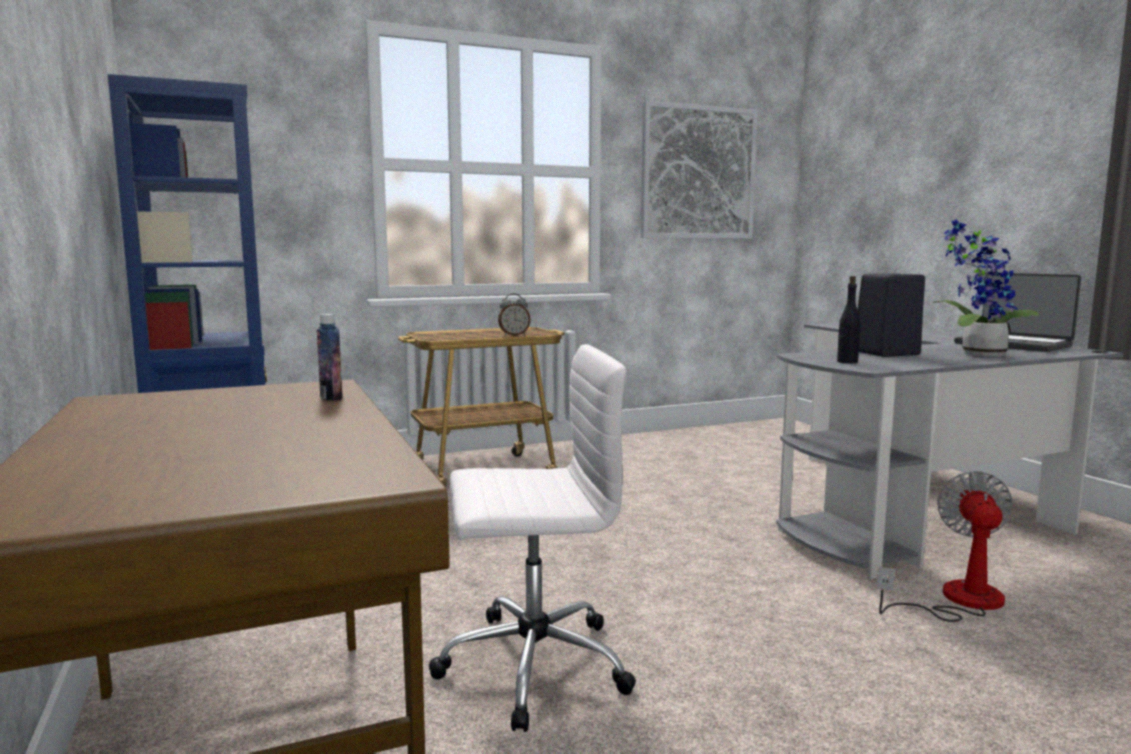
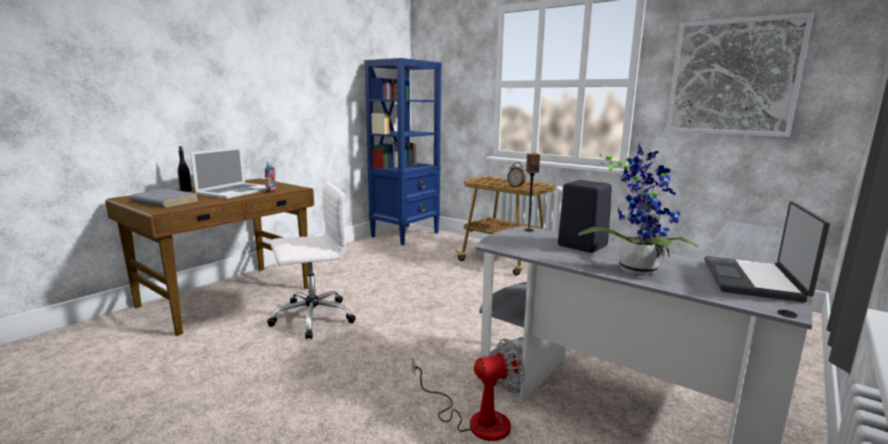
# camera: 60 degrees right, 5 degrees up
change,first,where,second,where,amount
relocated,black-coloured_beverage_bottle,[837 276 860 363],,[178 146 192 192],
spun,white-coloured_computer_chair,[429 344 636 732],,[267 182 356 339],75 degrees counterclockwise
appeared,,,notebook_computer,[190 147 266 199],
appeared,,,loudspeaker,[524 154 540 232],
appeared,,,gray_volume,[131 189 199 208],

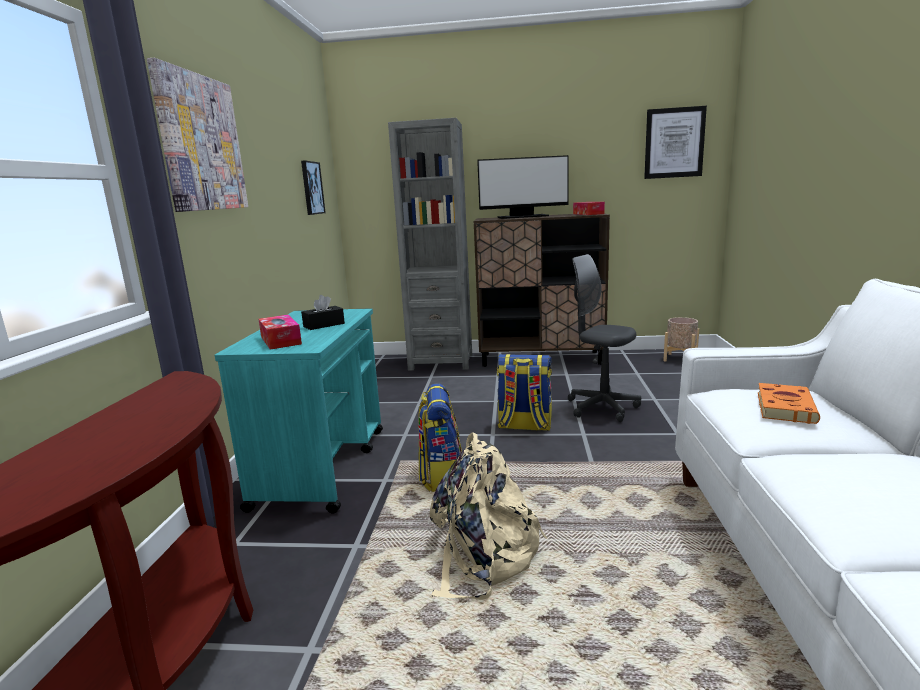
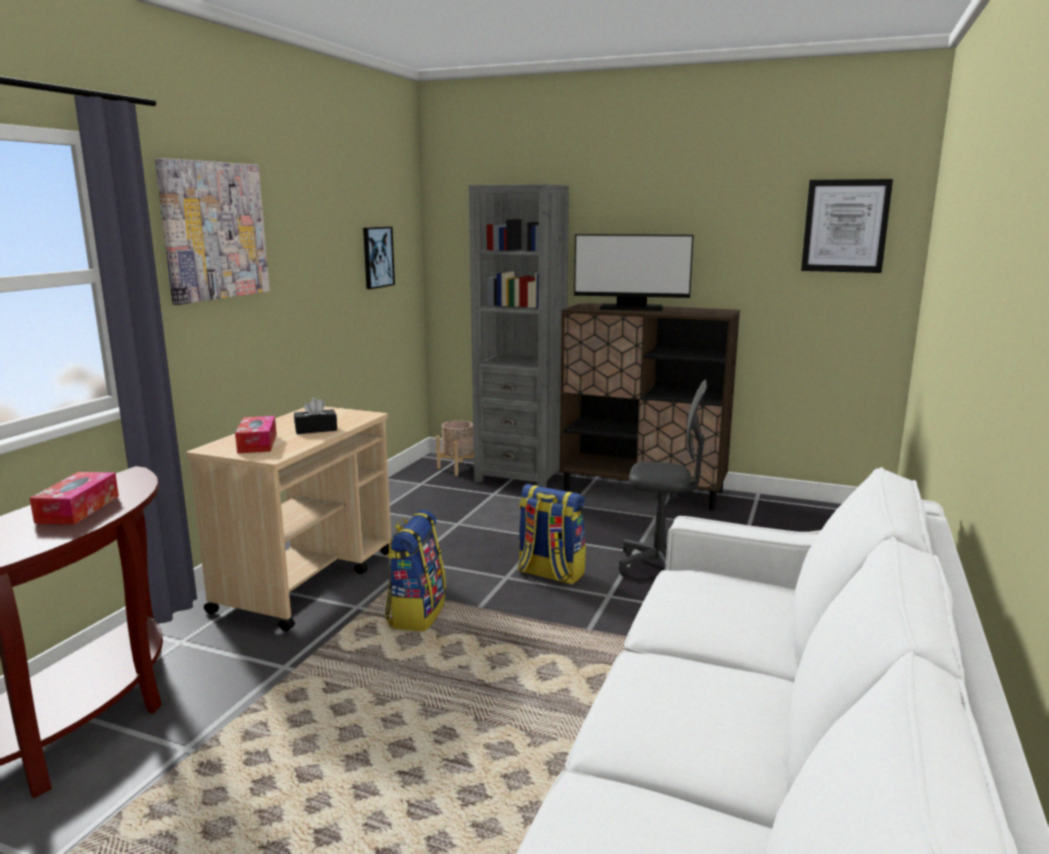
# camera: 15 degrees right, 0 degrees up
change,first,where,second,where,amount
relocated,box_of_tissues,[573 202 605 215],,[30 472 119 525],
spun,gray_computer_chair,[568 254 641 422],,[619 380 707 577],135 degrees clockwise
colour,blue-green_wheeled_cart,[215 308 383 514],beige-coloured_wheeled_cart,[187 406 391 631],
relocated,beige-coloured_flower_pot,[663 317 699 362],,[436 421 474 476],
missing,orange_volume,[758 383 820 424],,,
missing,beige-coloured_rucksack,[430 432 547 600],,,

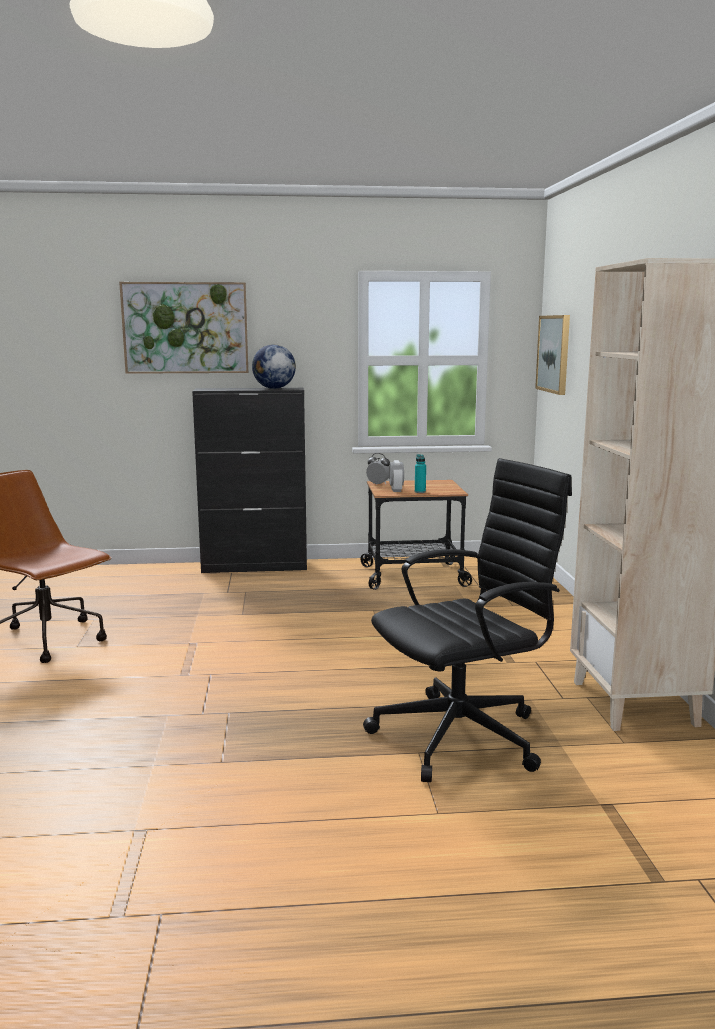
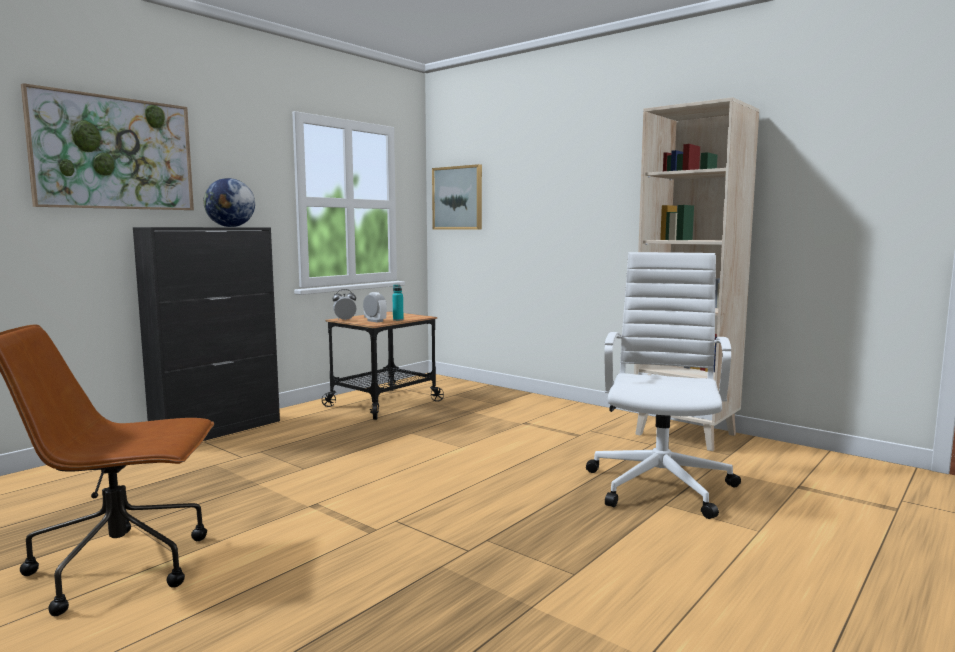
# camera: 45 degrees left, 5 degrees down
change,first,where,second,where,amount
colour,black-coloured_computer_chair,[363 458 572 782],white-coloured_computer_chair,[586 252 741 519],

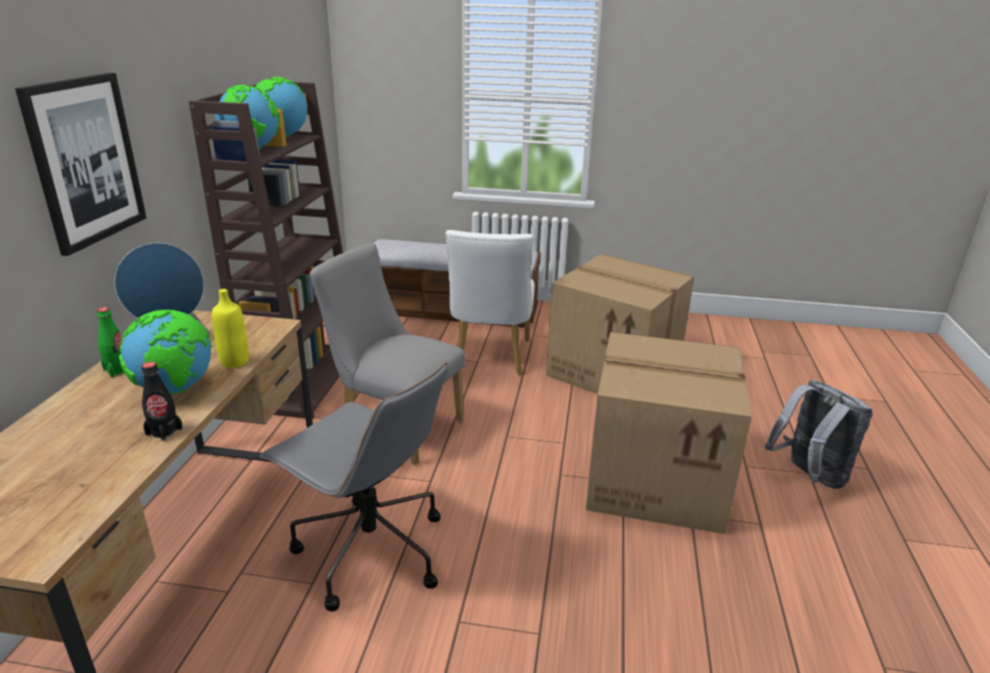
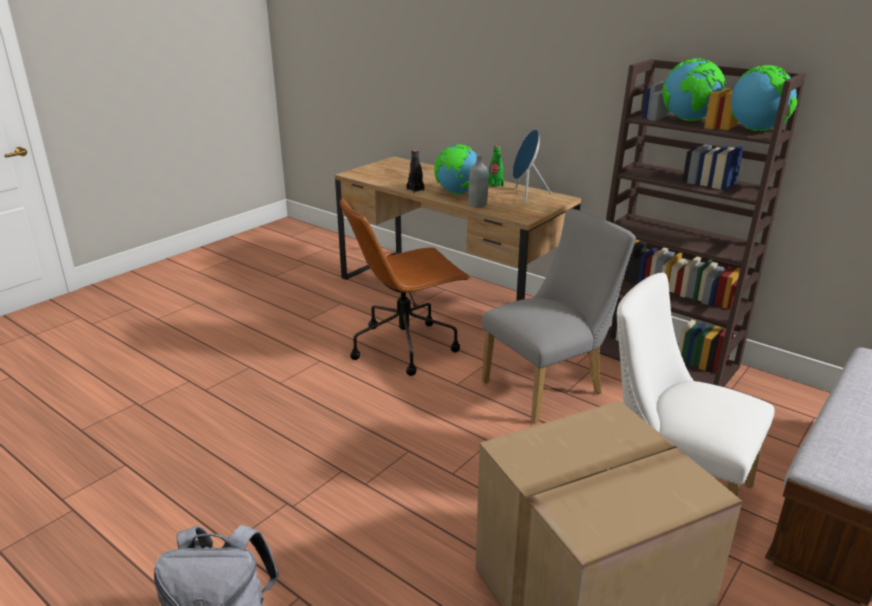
# camera: 120 degrees right, 0 degrees up
change,first,where,second,where,amount
missing,wall_art,[15 73 146 256],,,
colour,yellow_beverage_bottle,[212 289 249 368],gray_beverage_bottle,[469 155 488 208],
missing,carton,[586 332 752 534],,,
colour,gray_computer_chair,[260 362 448 612],brownish_computer_chair,[340 198 471 376],

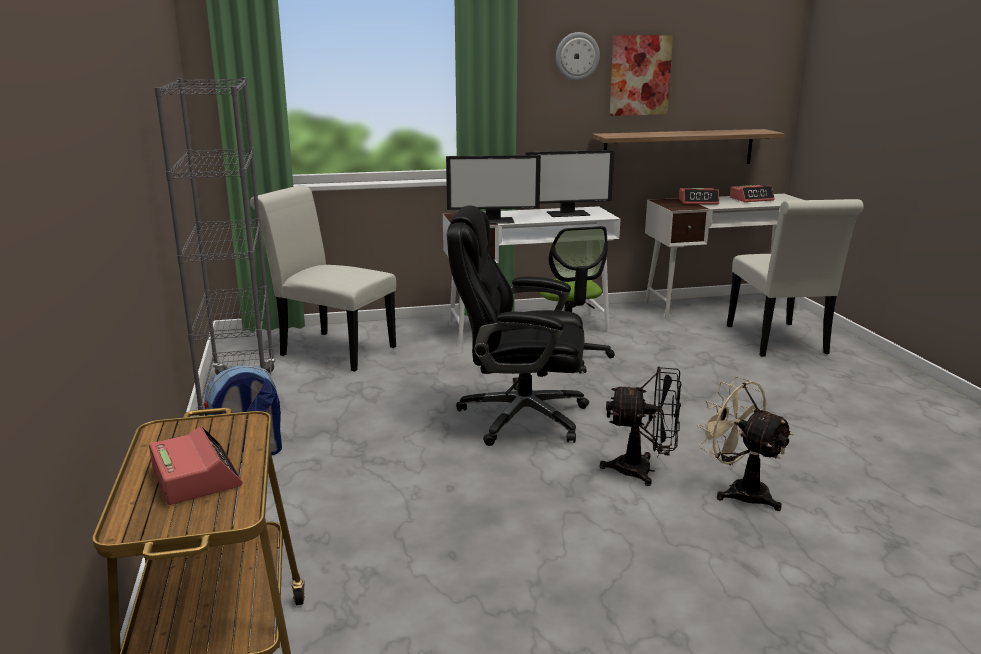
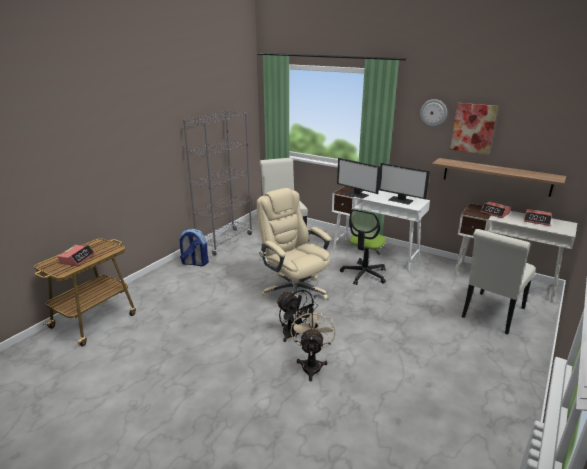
# camera: 45 degrees right, 5 degrees up
change,first,where,second,where,amount
colour,black-coloured_computer_chair,[447 205 589 446],beige-coloured_computer_chair,[257 188 331 300],

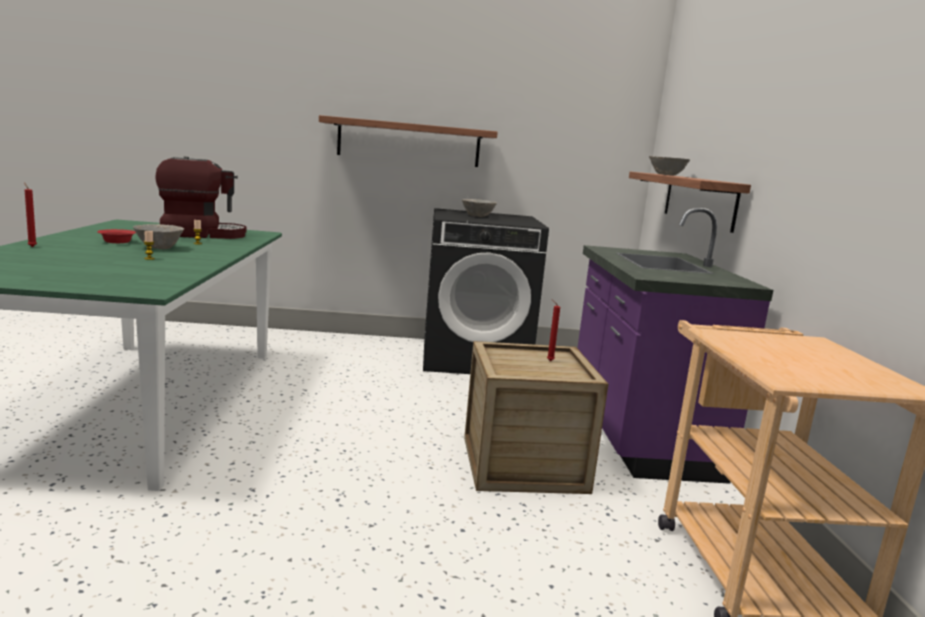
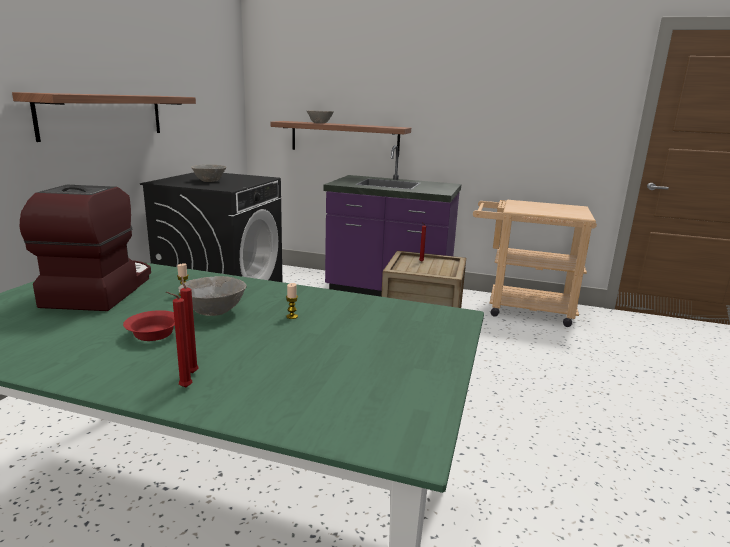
# camera: 70 degrees left, 5 degrees up
change,first,where,second,where,amount
appeared,,,reddish_candle,[180 276 199 373],

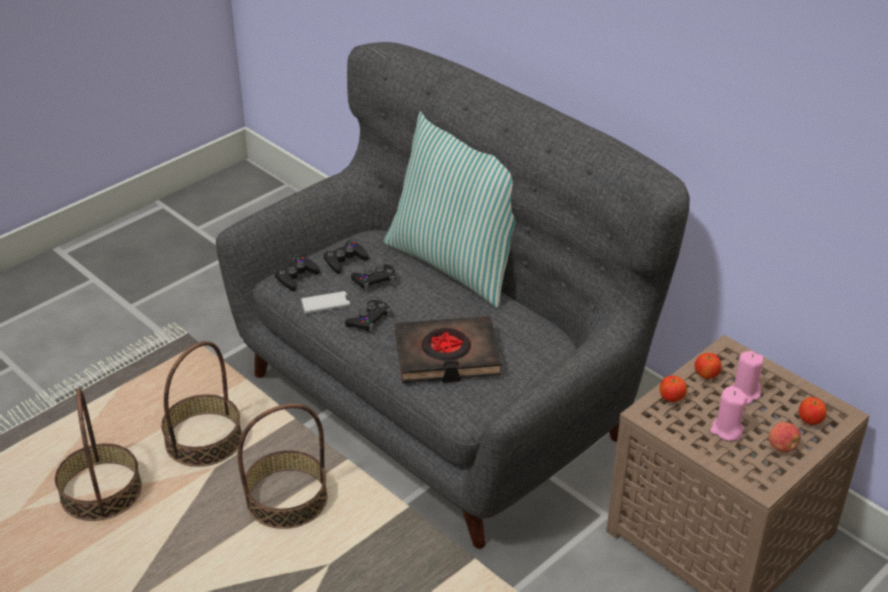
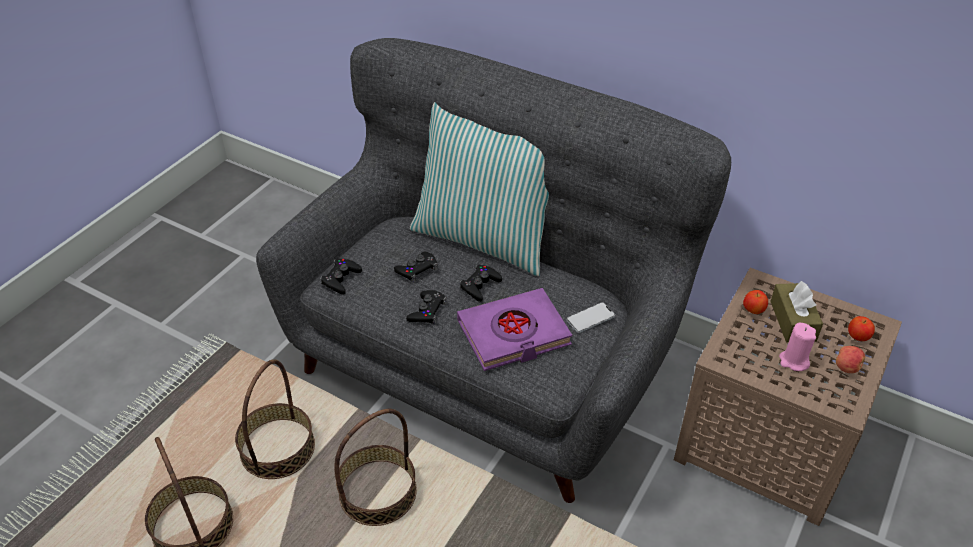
# camera: 15 degrees left, 5 degrees up
change,first,where,second,where,amount
relocated,black-coloured_joypad,[323 241 368 274],,[459 265 502 302],
relocated,handset,[301 291 350 313],,[566 302 615 333],
colour,black-coloured_volume,[395 316 502 383],purple_volume,[457 288 572 371],
exchanged,pinkish_candle,[732 351 763 404],brownish_box_of_tissues,[770 281 823 342],
missing,whole_apple,[660 376 687 402],,,

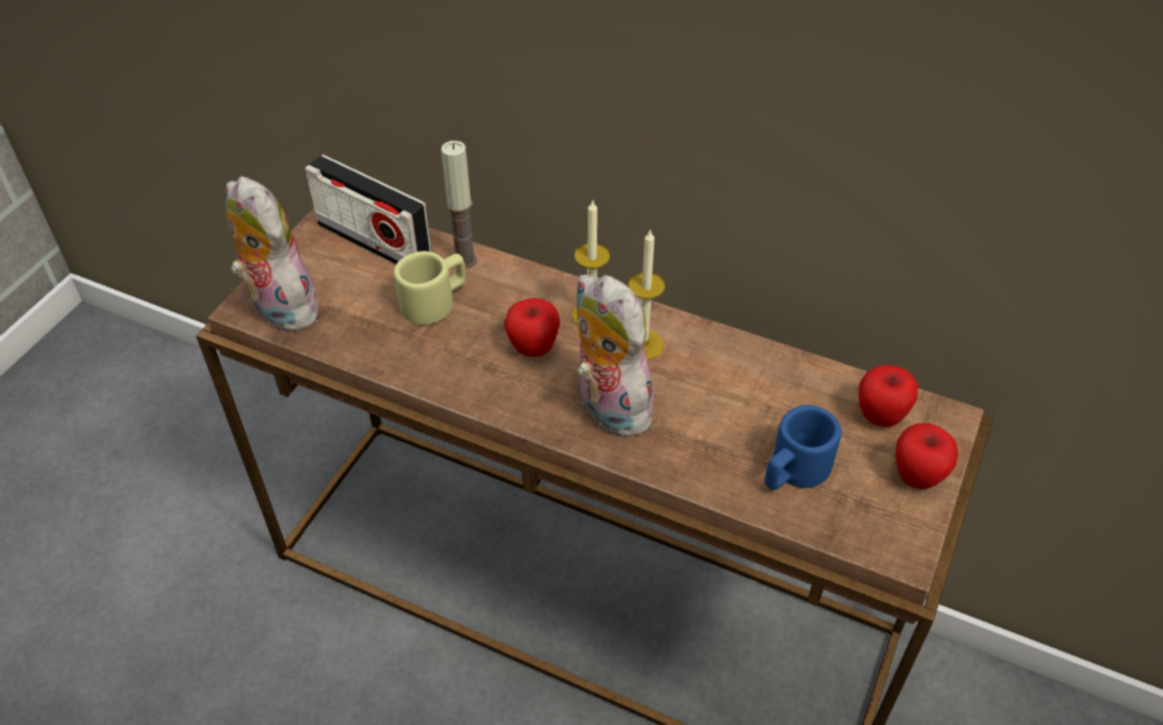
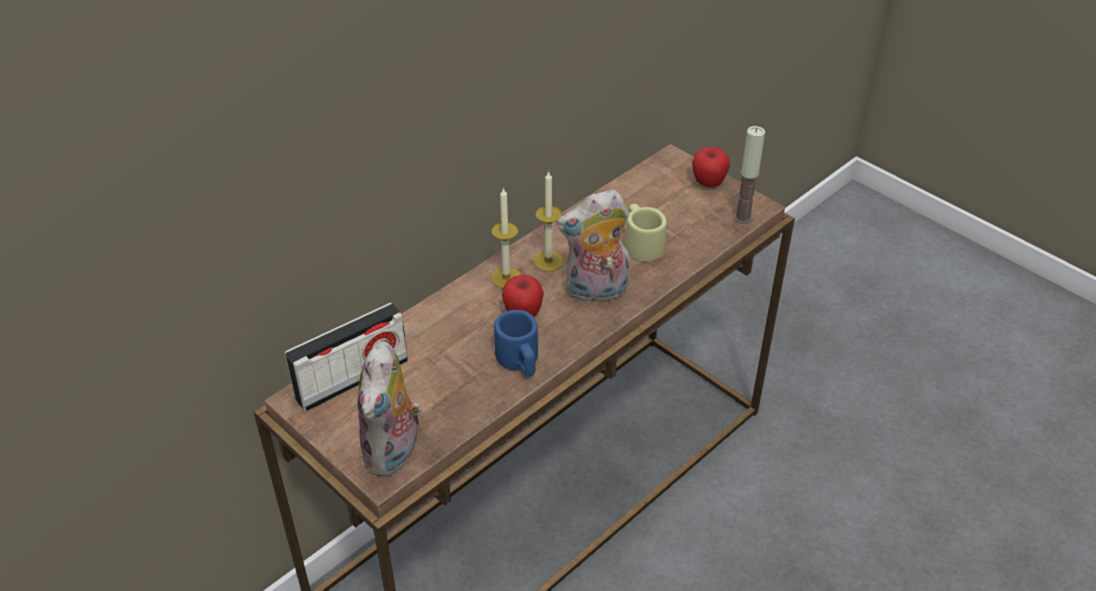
# camera: 70 degrees left, 5 degrees down
change,first,where,second,where,amount
relocated,candle,[441 141 477 269],,[734 126 765 224],
spun,plush_toy,[225 176 319 332],,[357 341 422 477],60 degrees counterclockwise
relocated,beige-coloured_coffee_mug,[394 251 466 325],,[625 204 667 262],
missing,whole_apple,[859 365 918 427],,,
relocated,blue_coffee_mug,[765 405 842 490],,[494 310 538 377],

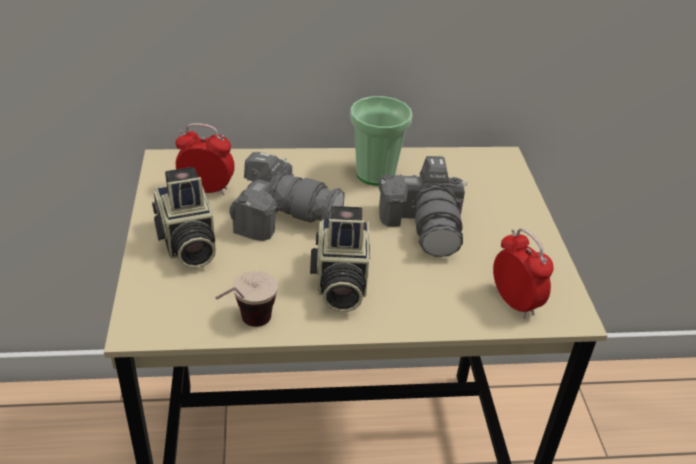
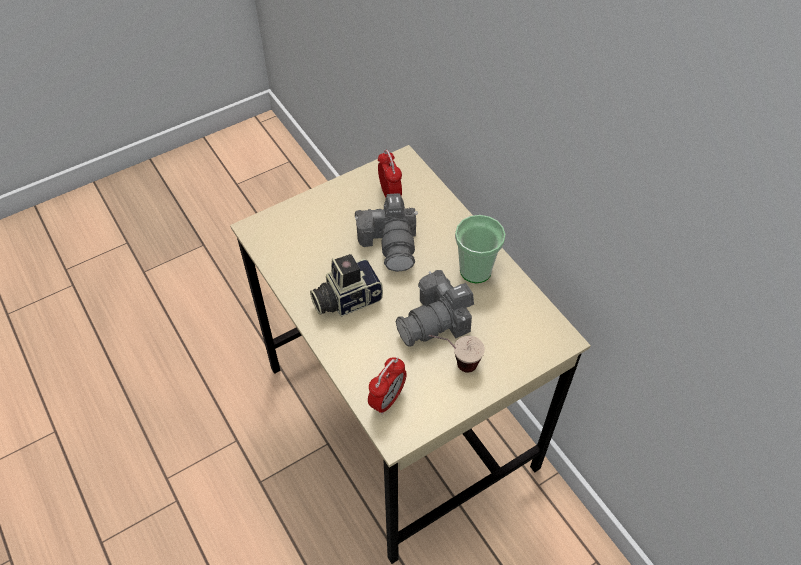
# camera: 65 degrees right, 15 degrees up
change,first,where,second,where,amount
missing,photo_camera,[152 167 216 269],,,
relocated,cup,[216 271 278 327],,[429 335 485 373],

